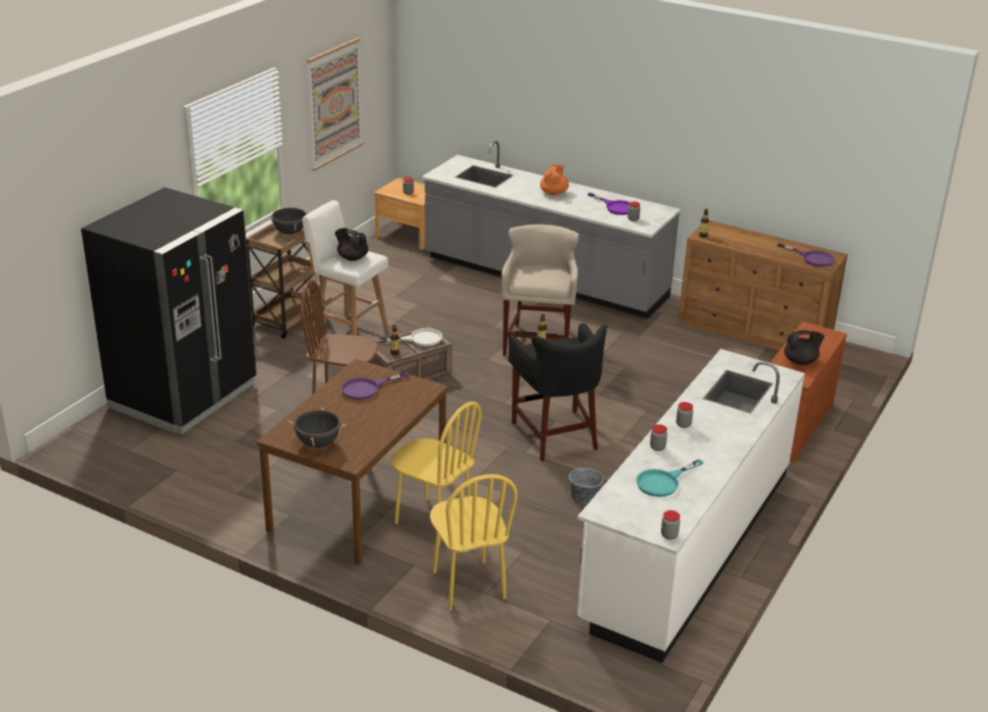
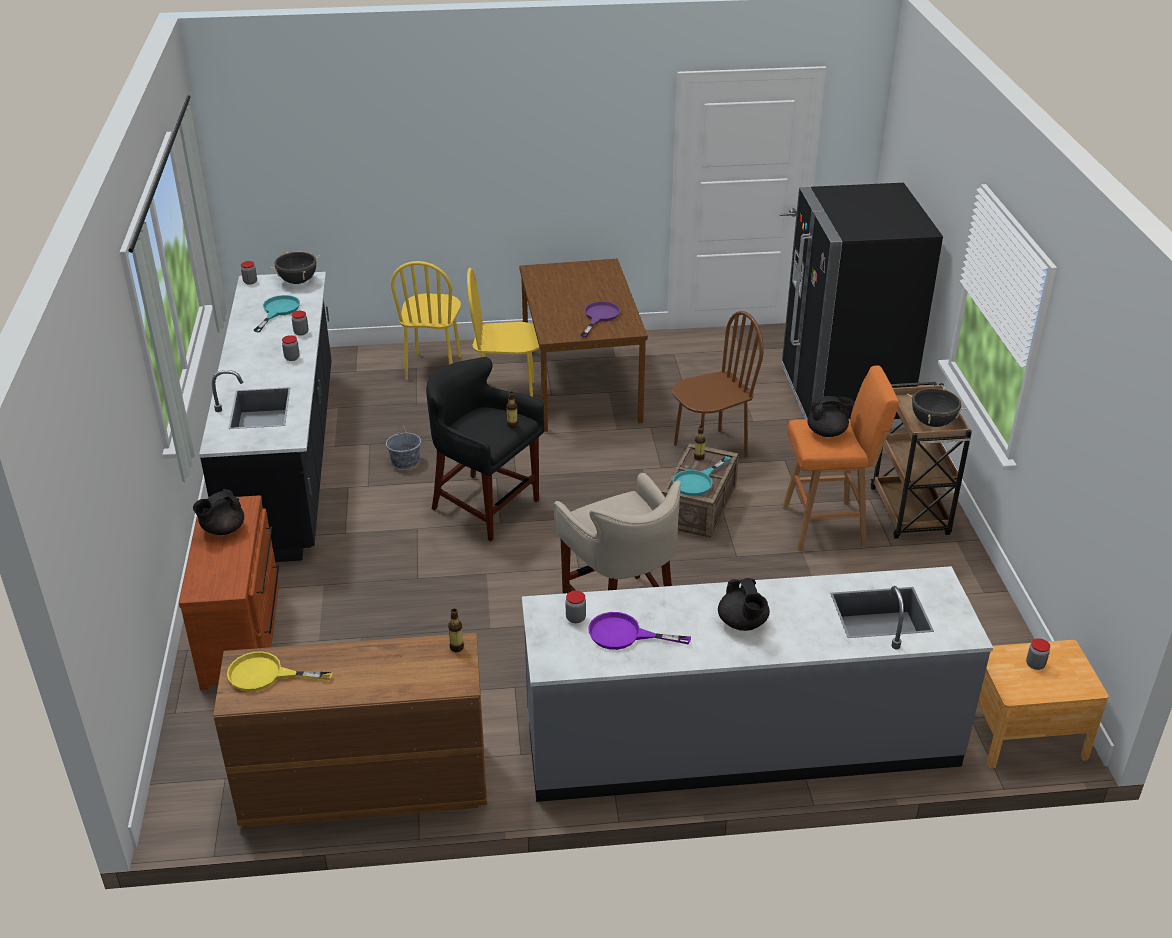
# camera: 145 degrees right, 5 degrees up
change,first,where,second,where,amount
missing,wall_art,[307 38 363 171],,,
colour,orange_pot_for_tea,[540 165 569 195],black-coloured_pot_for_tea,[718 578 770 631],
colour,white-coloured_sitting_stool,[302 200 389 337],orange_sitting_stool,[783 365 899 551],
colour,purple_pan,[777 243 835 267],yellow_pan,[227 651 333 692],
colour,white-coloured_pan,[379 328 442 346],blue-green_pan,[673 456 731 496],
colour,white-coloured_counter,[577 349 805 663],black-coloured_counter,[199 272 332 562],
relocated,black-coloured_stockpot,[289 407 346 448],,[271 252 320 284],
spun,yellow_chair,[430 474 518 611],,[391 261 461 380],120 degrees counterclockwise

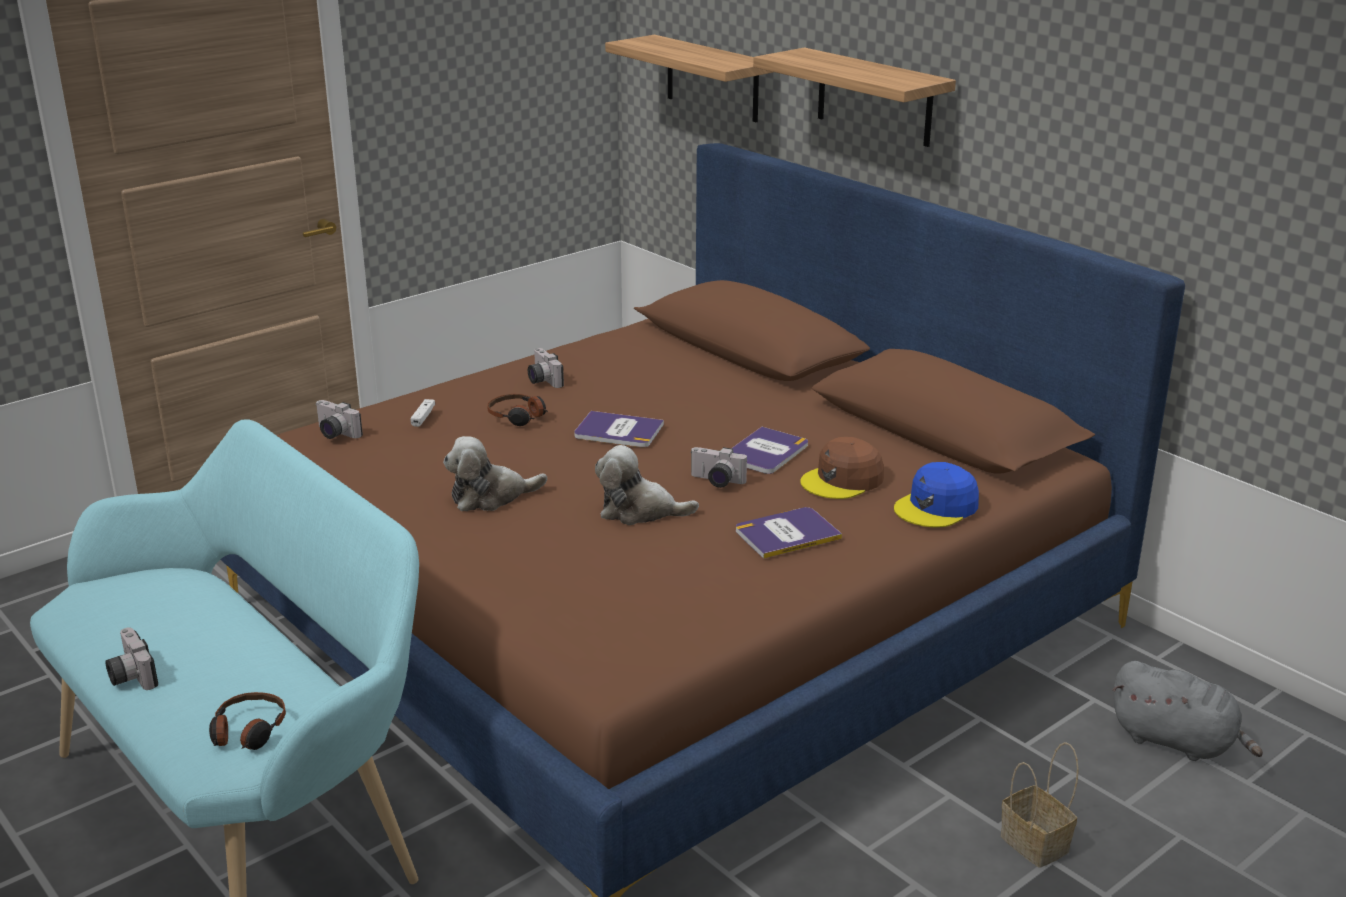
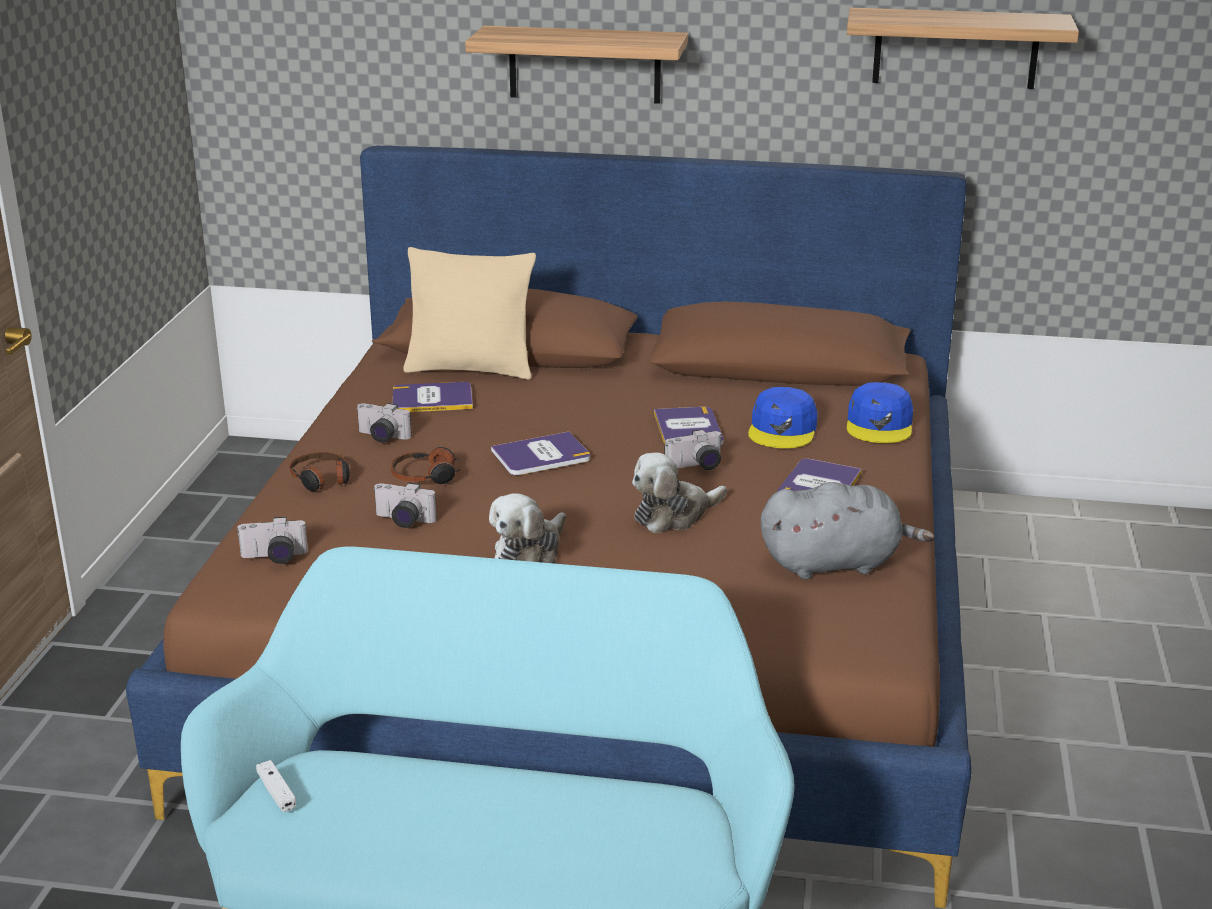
# camera: 40 degrees left, 0 degrees up
change,first,where,second,where,amount
relocated,bracket_shelf,[605 35 773 122],,[847 8 1079 89],
relocated,white-coloured_joypad,[410 399 435 427],,[256 760 296 812],
colour,brownish_peaked_cap,[800 437 884 499],blue_peaked_cap,[748 387 818 448],
relocated,photo_camera,[106 627 158 690],,[373 483 437 528],
relocated,gray_plush_toy,[1112 661 1263 761],,[761 482 935 579],
relocated,headset,[209 692 286 750],,[289 452 350 491],
missing,household_basket,[1001 742 1079 868],,,
appeared,,,beige-coloured_cushion,[403 247 536 380],
appeared,,,volume,[393 382 473 412],

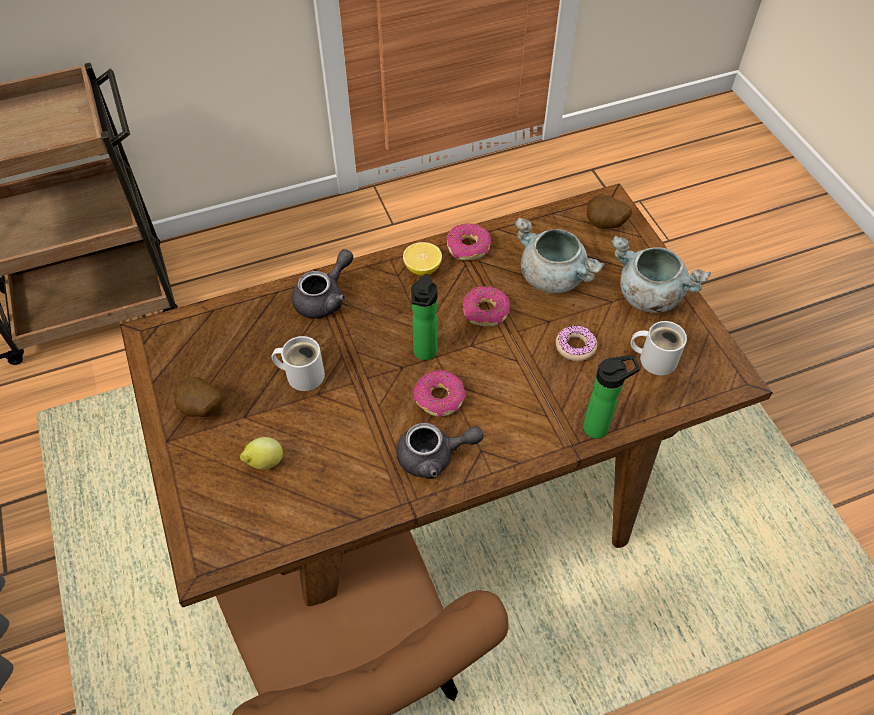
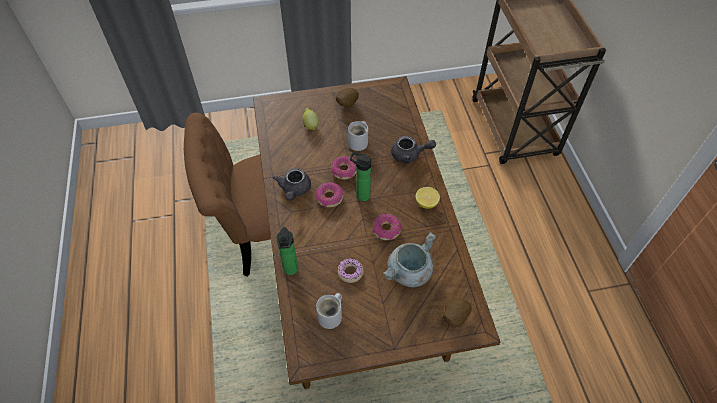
# camera: 100 degrees right, 0 degrees up
change,first,where,second,where,amount
relocated,donut,[446 223 492 260],,[331 156 357 179],
missing,gray_stockpot,[611 236 711 313],,,
spun,gray_pot_for_tea,[292 249 353 319],,[391 136 436 163],45 degrees counterclockwise

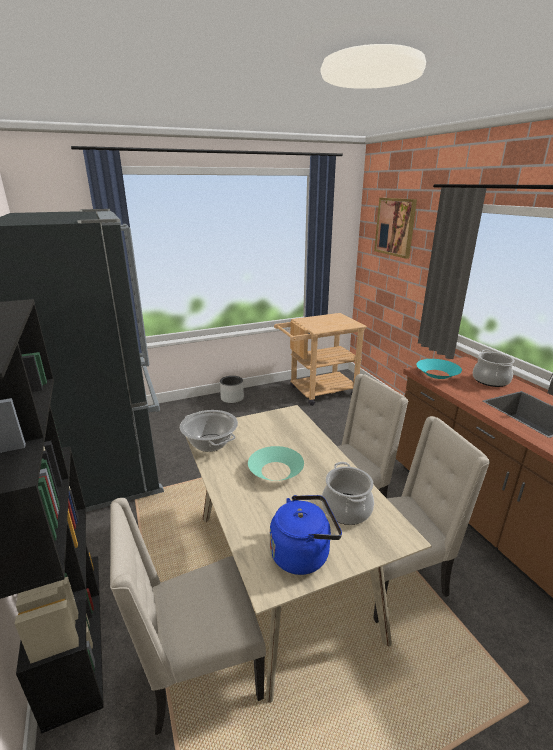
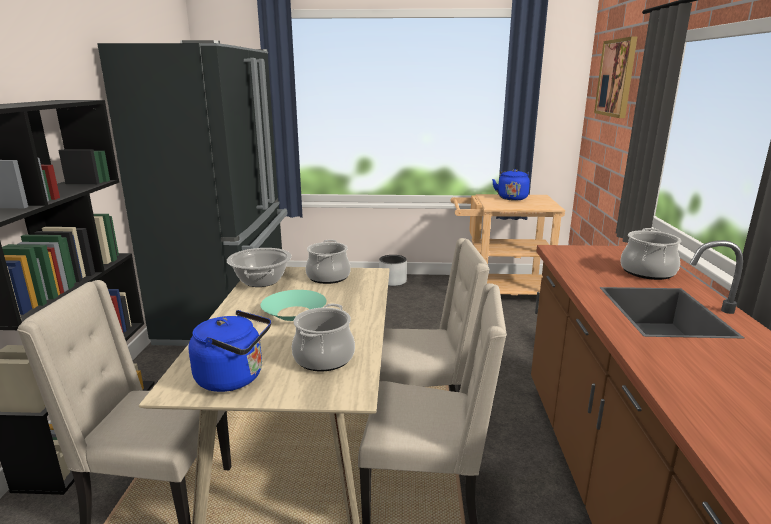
# camera: 25 degrees right, 5 degrees down
change,first,where,second,where,amount
missing,blue-green_deep_dish,[416 359 462 379],,,
appeared,,,blue_water_kettle,[492 169 530 201],
appeared,,,stockpot,[305 240 351 284],

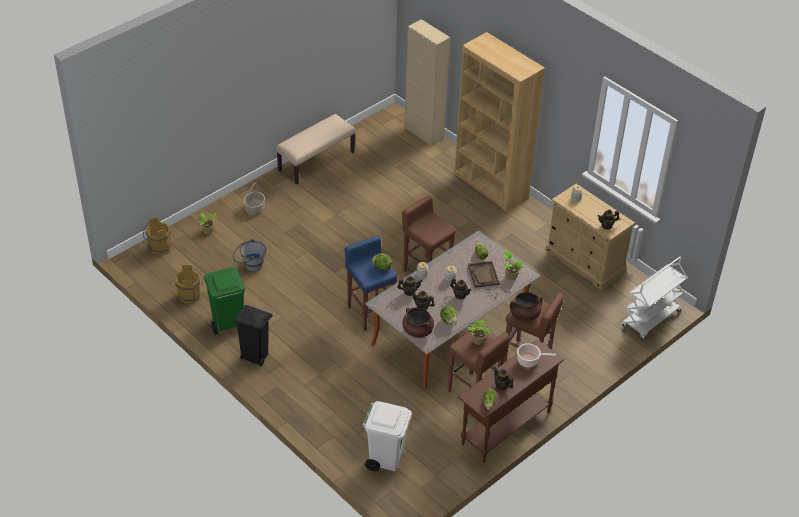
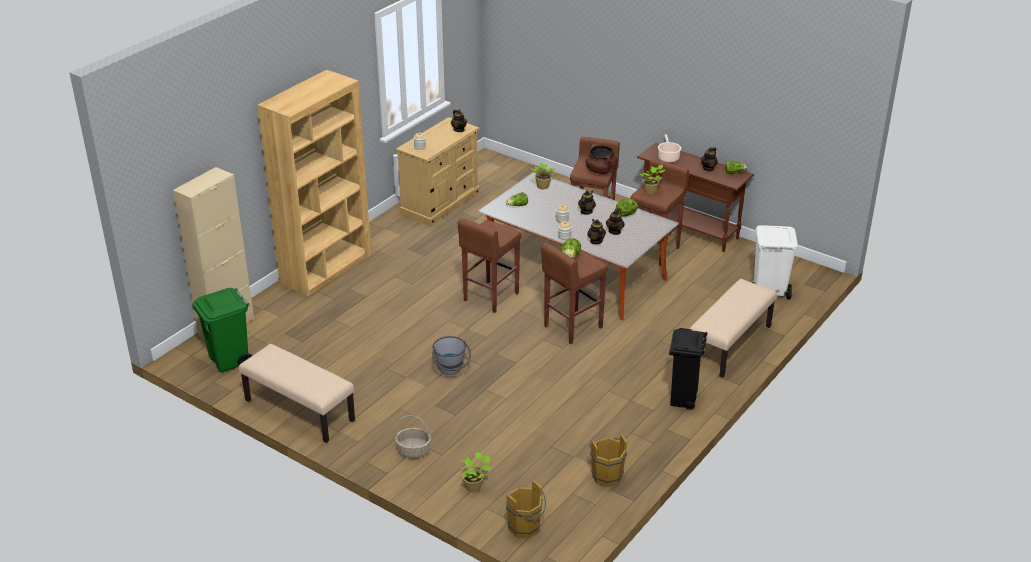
# camera: 100 degrees left, 10 degrees down
change,first,where,second,where,amount
colour,blue_sitting_stool,[345 236 397 331],brownish_sitting_stool,[541 243 608 344],
relocated,gray_bucket,[233 239 266 271],,[432 336 471 375],
missing,white-coloured_wheeled_cart,[622 257 688 340],,,
missing,brownish_carrying_tray,[468 261 499 288],,,
relocated,greenish_rubbish_bin,[204 267 245 335],,[192 288 252 372],
missing,brownish_stockpot,[402 308 434 338],,,
appeared,,,beige-coloured_indoor_bench,[690 279 777 377],

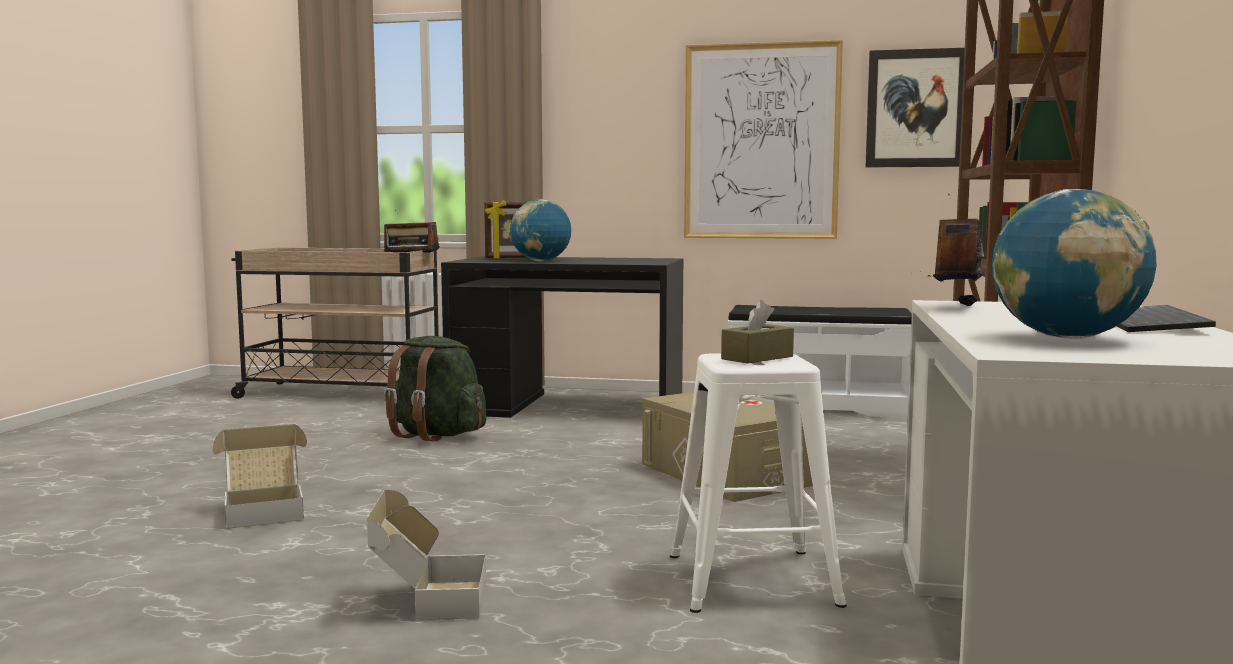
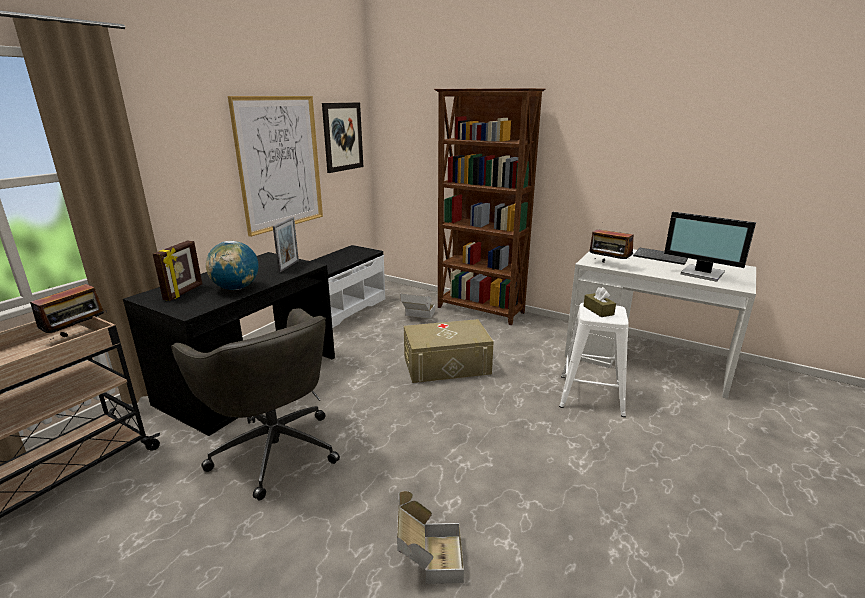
# camera: 70 degrees left, 15 degrees up
change,first,where,second,where,amount
exchanged,globe,[992 189 1156 339],computer_display,[664 212 756 282],
exchanged,greenish_rucksack,[384 336 487 442],gray_computer_chair,[171 308 340 501],
relocated,carton,[367 490 486 620],,[399 293 435 319],
appeared,,,standing_frame,[273 217 299 273],

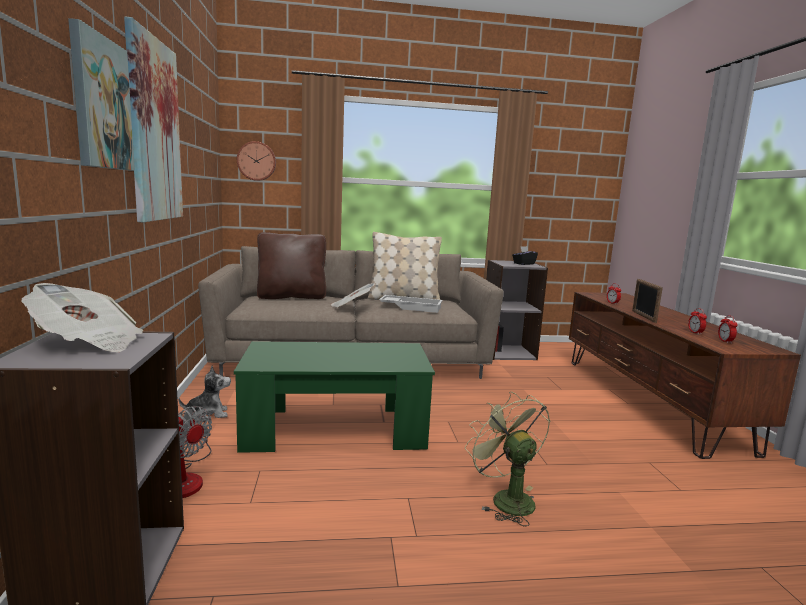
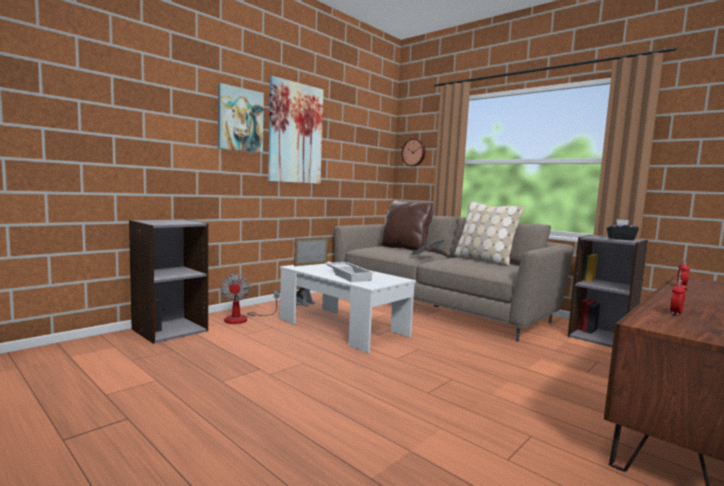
# camera: 50 degrees right, 5 degrees down
change,first,where,second,where,amount
relocated,standing_frame,[632 279 663 323],,[294 237 328 266],
missing,daily_paper,[21 283 143 352],,,
relocated,white-coloured_carrying_tray,[379 295 443 313],,[325 262 374 282],
missing,bedside_clock,[718 315 738 343],,,
colour,greenish_coffee_table,[234 341 435 453],white-coloured_coffee_table,[280 261 416 353],
missing,greenish_electric_fan,[465 392 550 526],,,

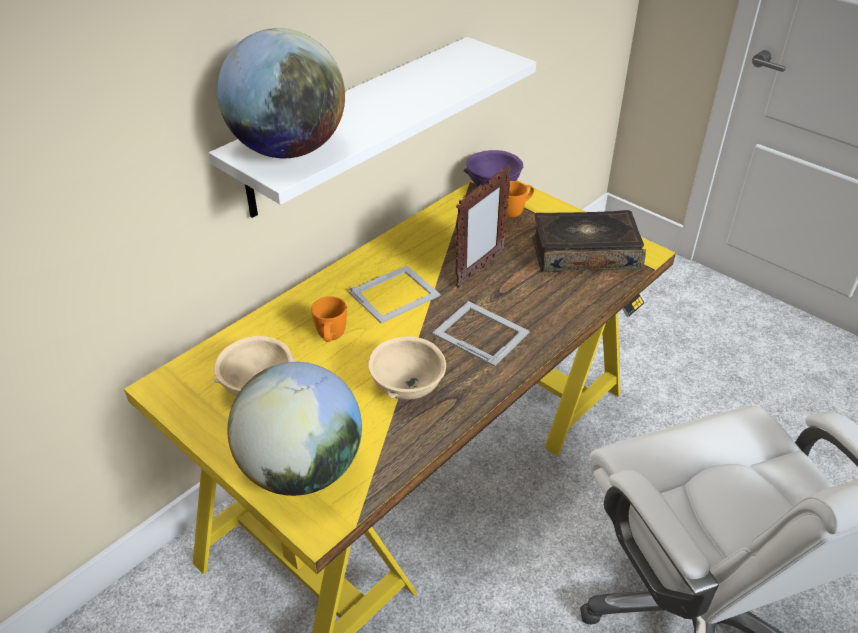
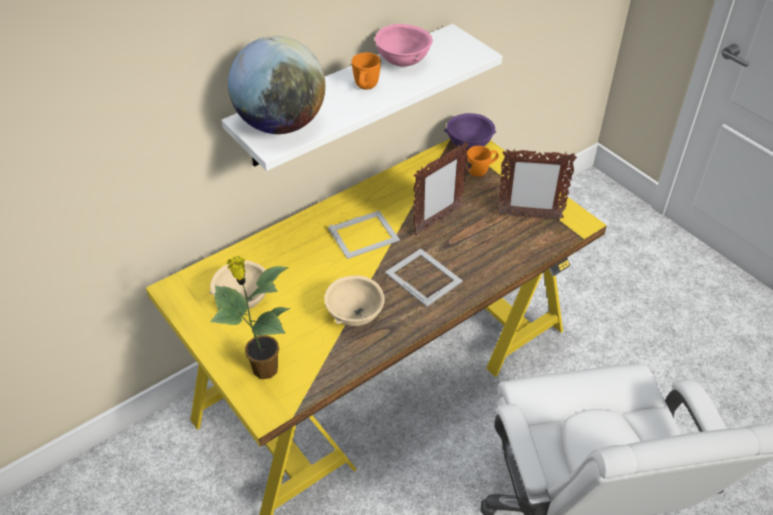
# camera: 10 degrees right, 5 degrees up
change,first,where,second,where,amount
exchanged,volume,[532 210 646 272],standing_frame,[497 149 577 220],
relocated,orange_coffee_mug,[311 296 347 342],,[352 53 381 90],
exchanged,globe,[227 362 362 496],houseplant,[210 255 291 379],
appeared,,,pinkish_deep_dish,[375 24 433 67],

